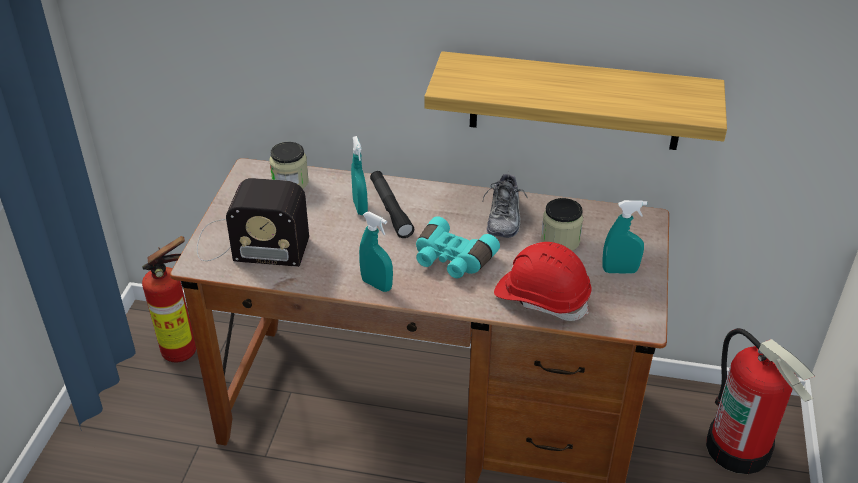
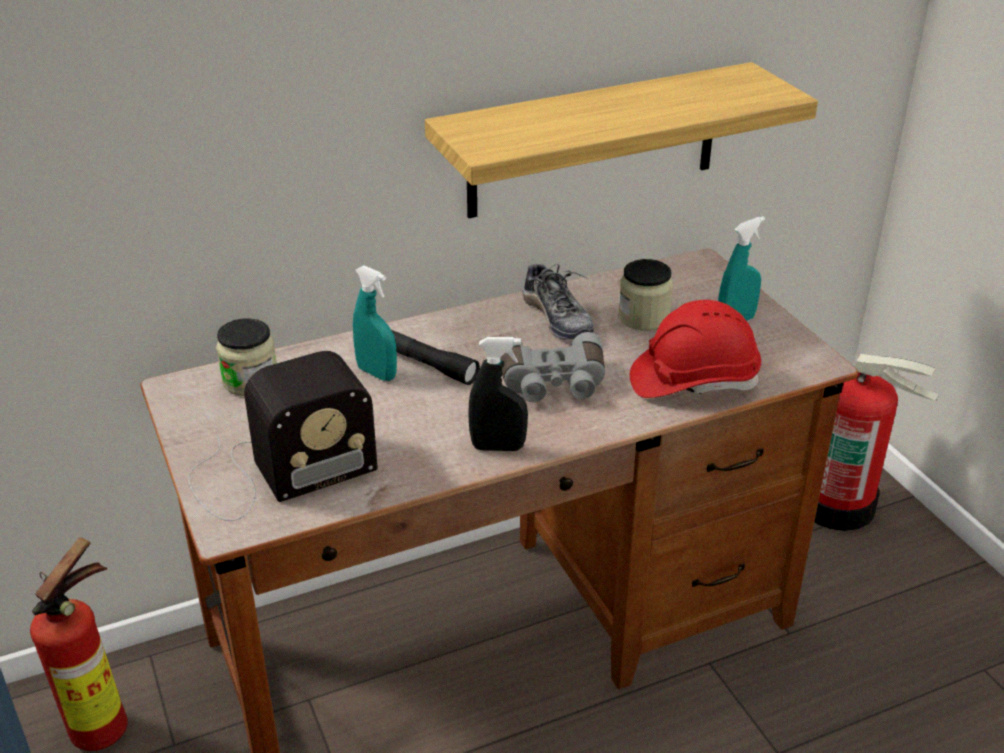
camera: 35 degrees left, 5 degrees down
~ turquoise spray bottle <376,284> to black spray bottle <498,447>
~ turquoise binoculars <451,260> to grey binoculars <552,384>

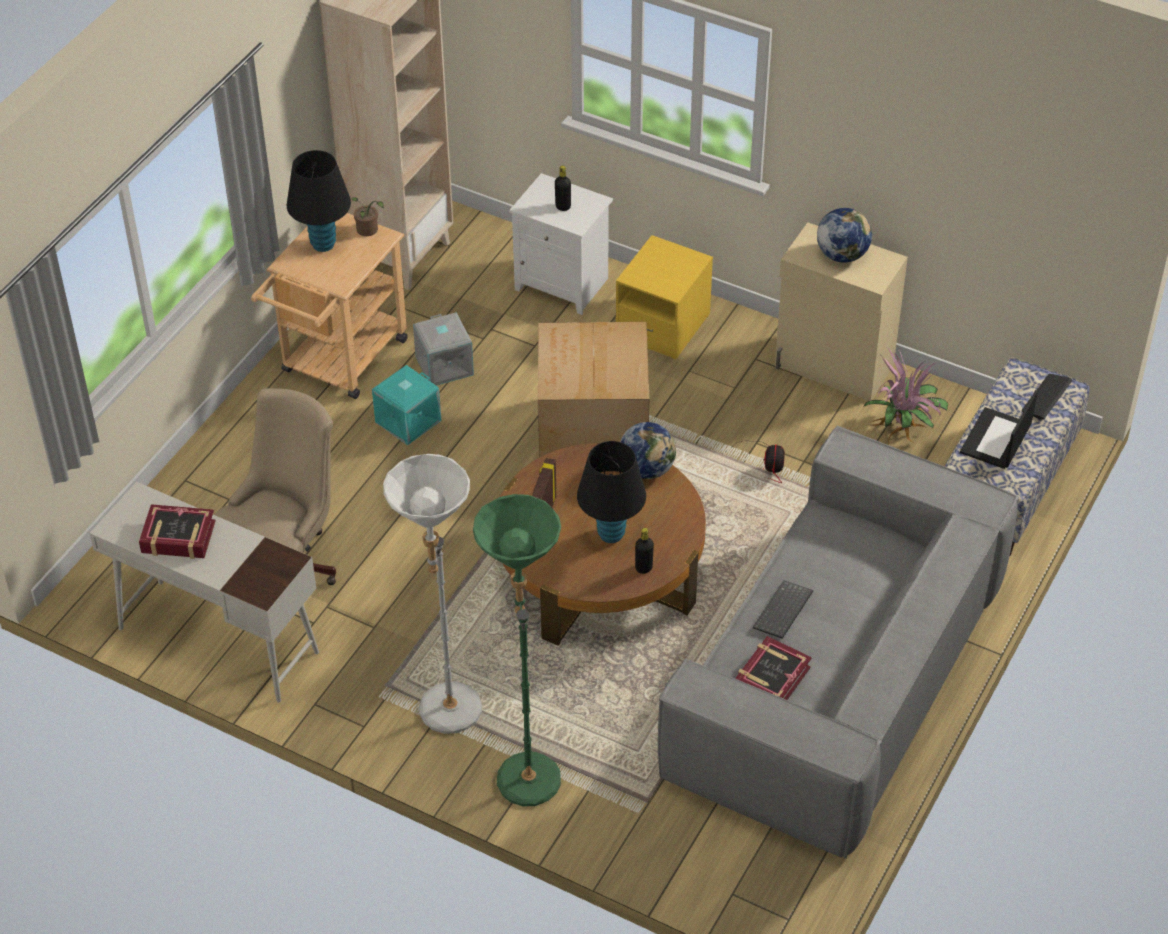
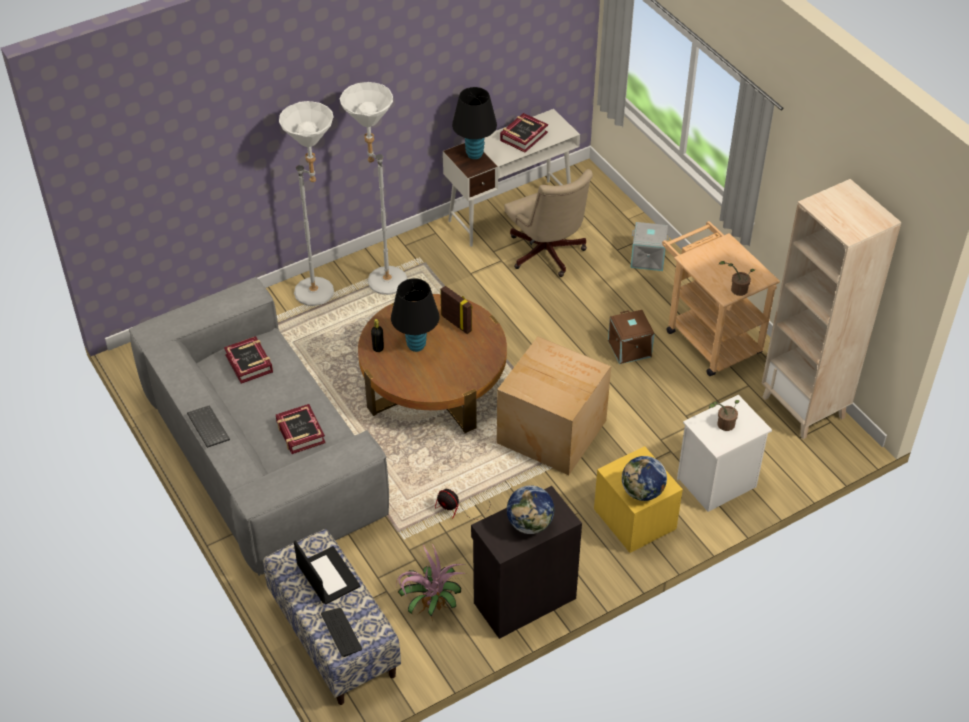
camera: 120 degrees right, 0 degrees up
~ keyboard <783,612> to <207,427>
+ book <300,433>
~ green floor lamp <526,768> to white floor lamp <322,294>
~ black table lamp <323,244> to <474,154>
~ beige cabinet <833,367> to black cabinet <523,600>
~ turquoise storage box <407,420> to brown storage box <630,348>
~ globe <647,469> to <642,492>
~ grey storage box <443,366> to <648,257>
~ black bottle <563,206> to potted plant <723,425>

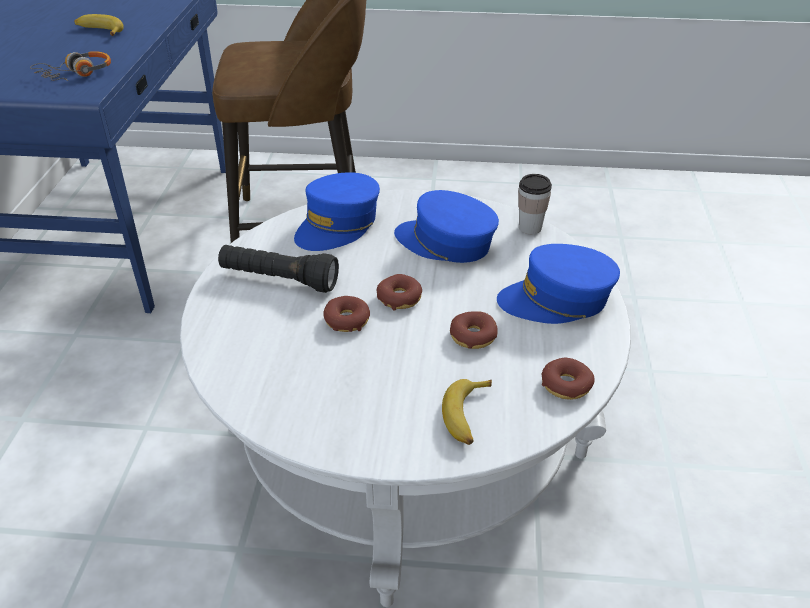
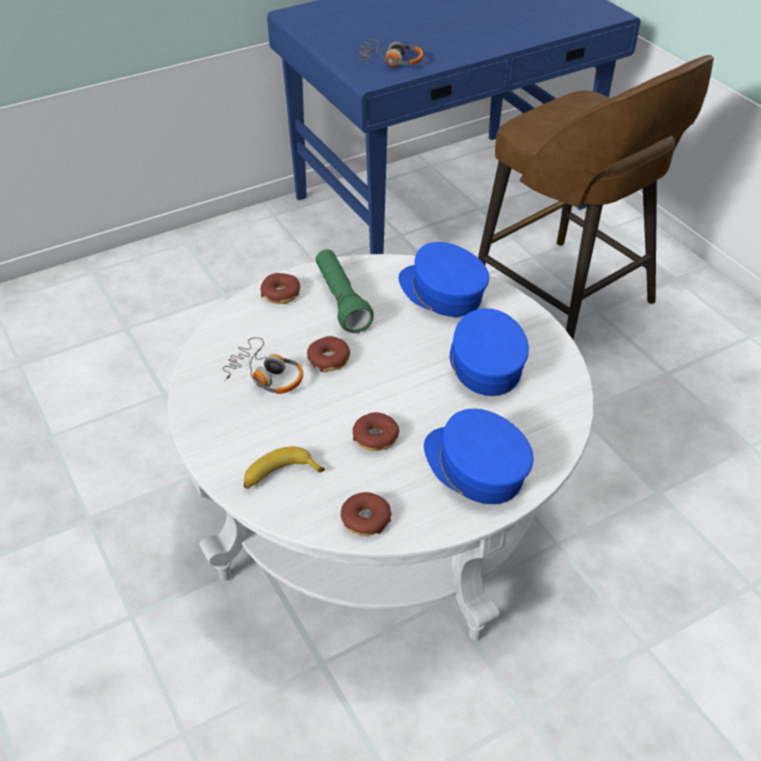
camera: 55 degrees right, 5 degrees up
+ headphones <266,375>
~ donut <399,298> to <281,293>
~ black flashlight <279,280> to green flashlight <341,301>
~ blue cap <338,225> = <441,293> 45 degrees clockwise
- banana <100,31>
- cup <530,227>

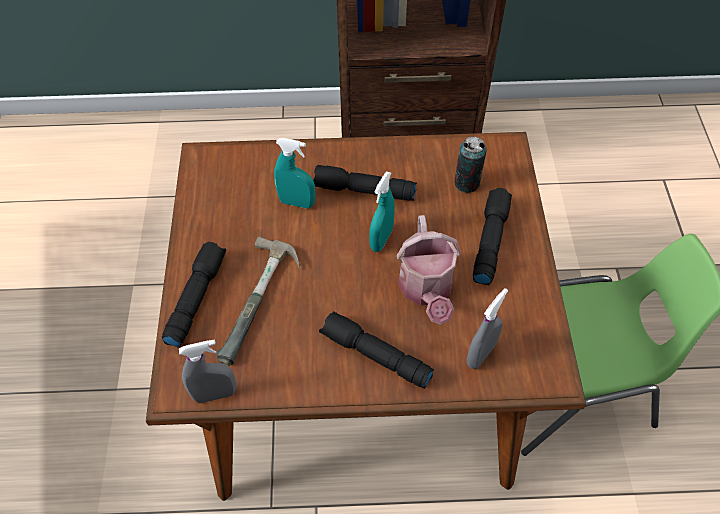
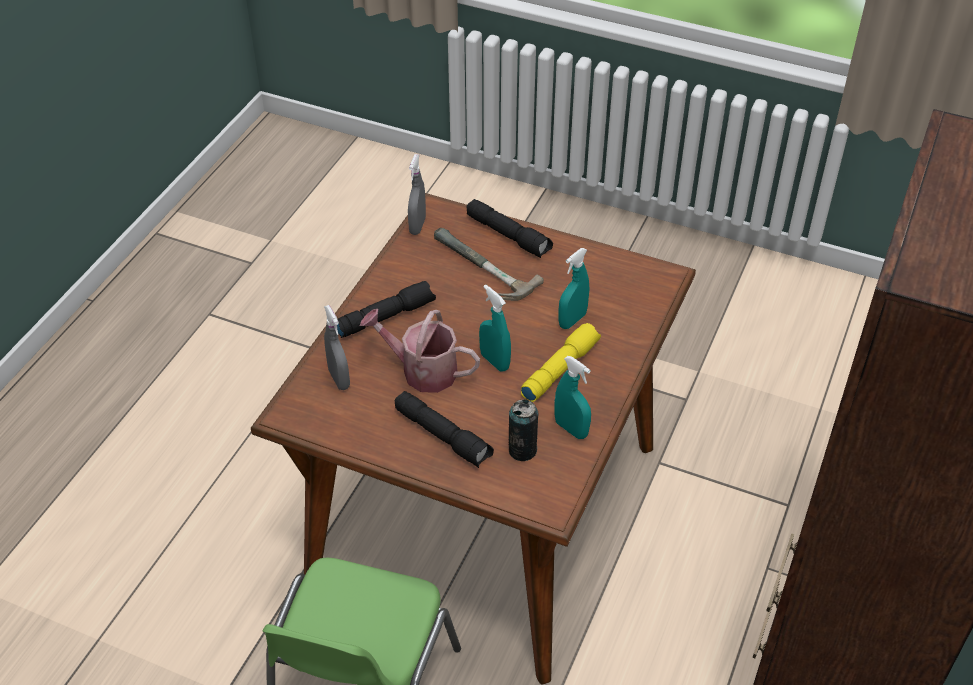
camera: 115 degrees right, 10 degrees down
~ black flashlight <362,191> to yellow flashlight <559,369>
+ turquoise spray bottle <571,429>

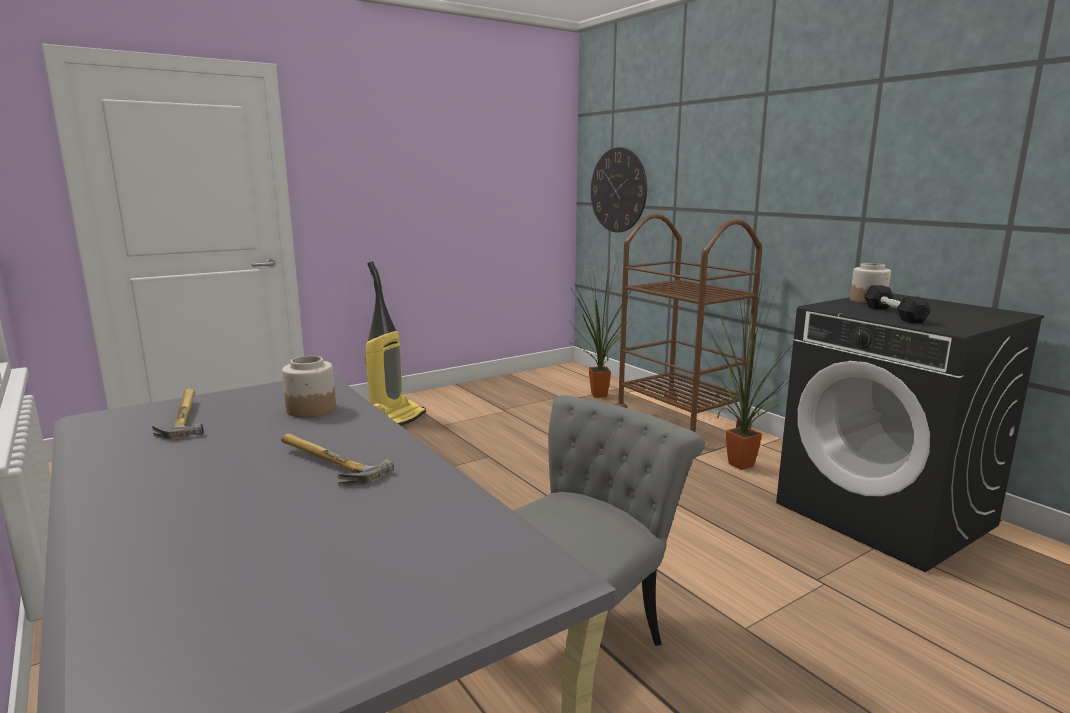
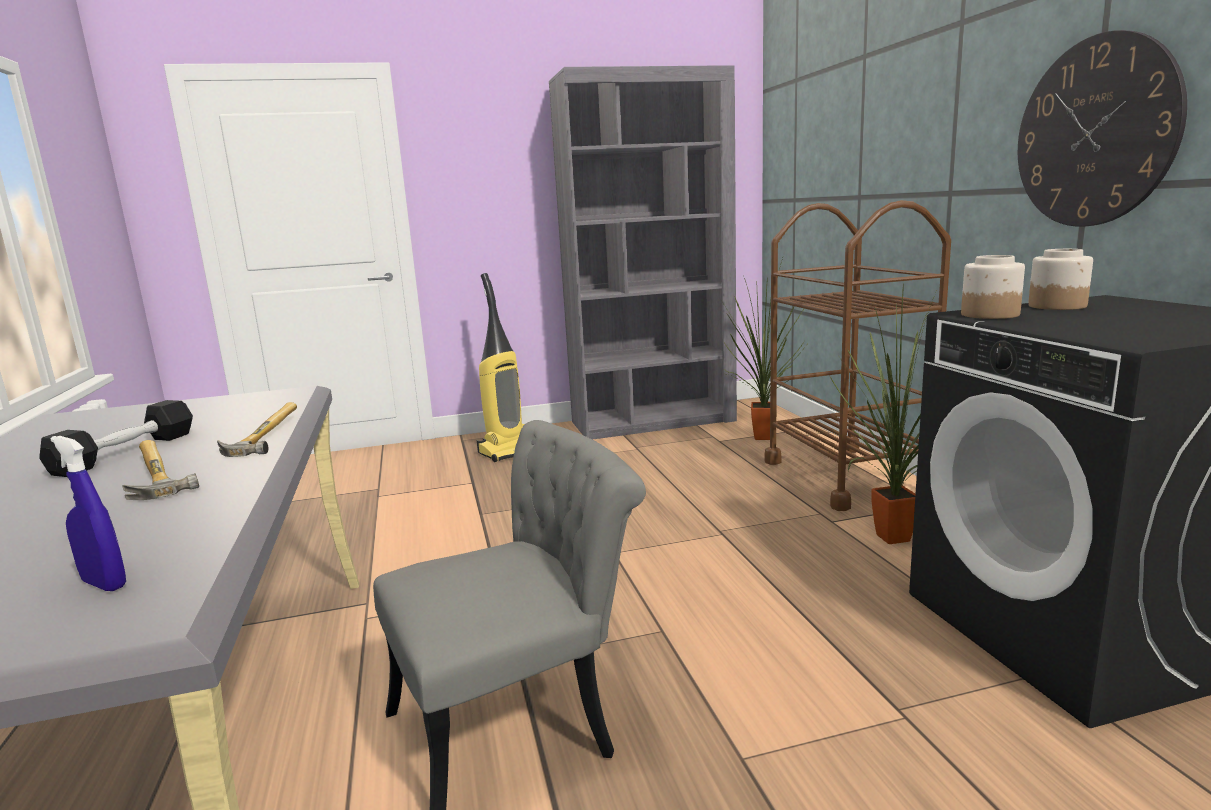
camera: 20 degrees right, 0 degrees up
~ black dumbbell <893,314> to <126,453>
+ blue spray bottle <104,584>
~ hammer <179,420> to <261,436>
+ grey bookcase <653,421>
~ jar <310,409> to <989,315>
~ wall clock <618,190> to <1094,132>

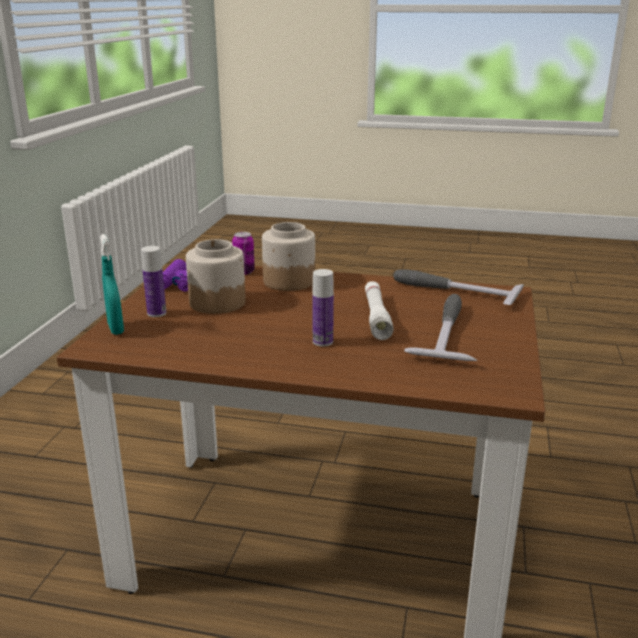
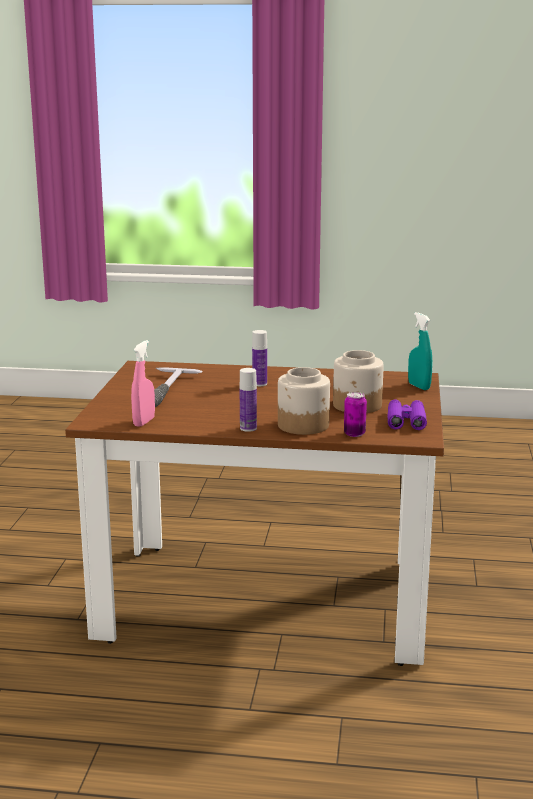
camera: 175 degrees right, 5 degrees down
~ hammer <453,290> to pink spray bottle <144,422>
~ bottle <156,313> to <248,428>
- white flashlight <376,317>

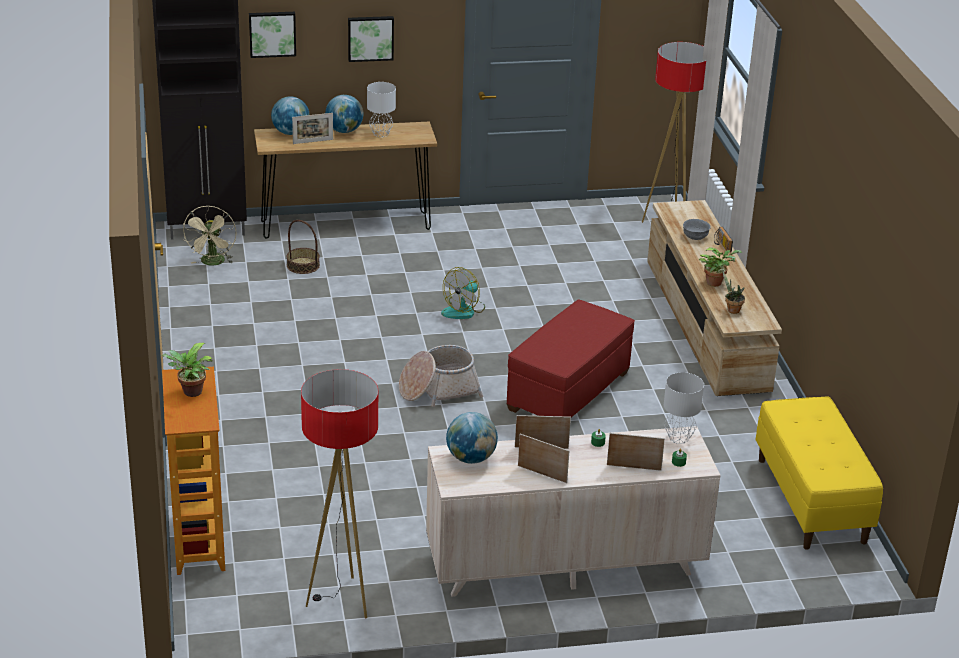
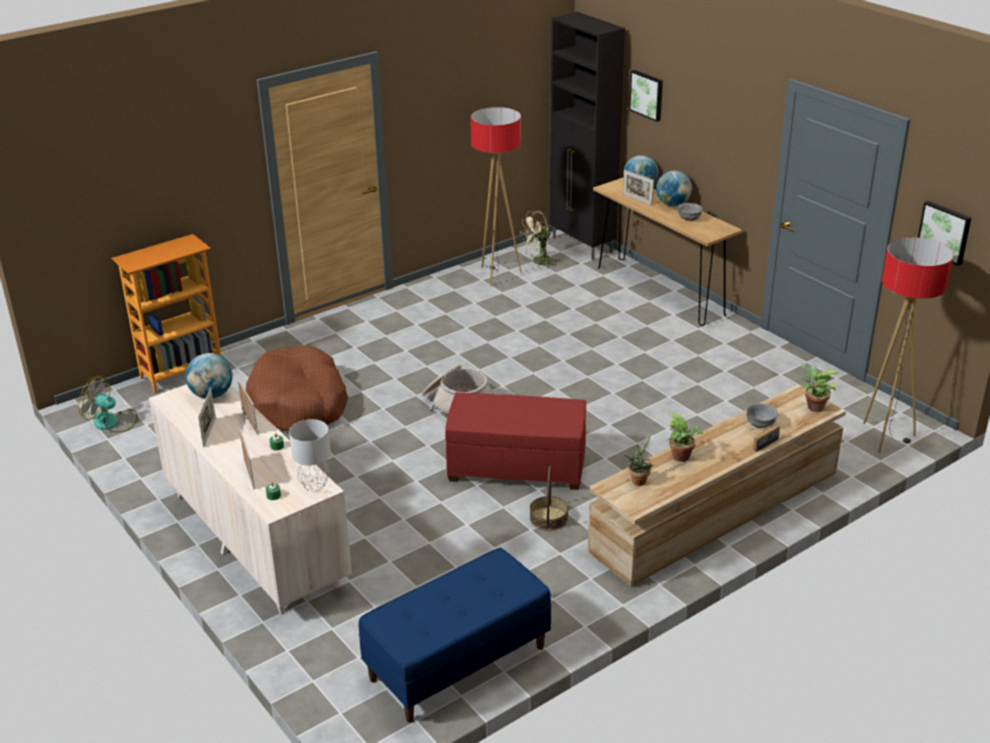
camera: 65 degrees right, 0 degrees up
~ fan <464,310> to <112,422>
+ brown dog bed <299,403>
~ yellow bench <812,500> to blue bench <457,664>
~ floor lamp <341,600> to <498,275>
~ basket <303,265> to <549,518>
~ grey table lamp <380,134> to grey bowl <689,218>
~ potted plant <190,392> to <813,407>
~ picture <370,38> to <944,232>

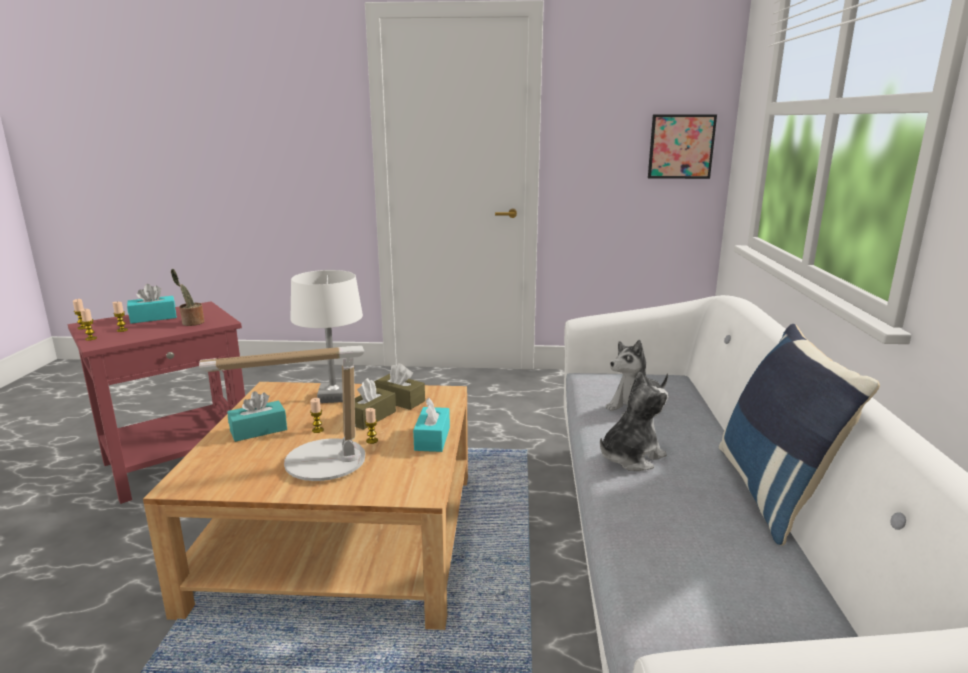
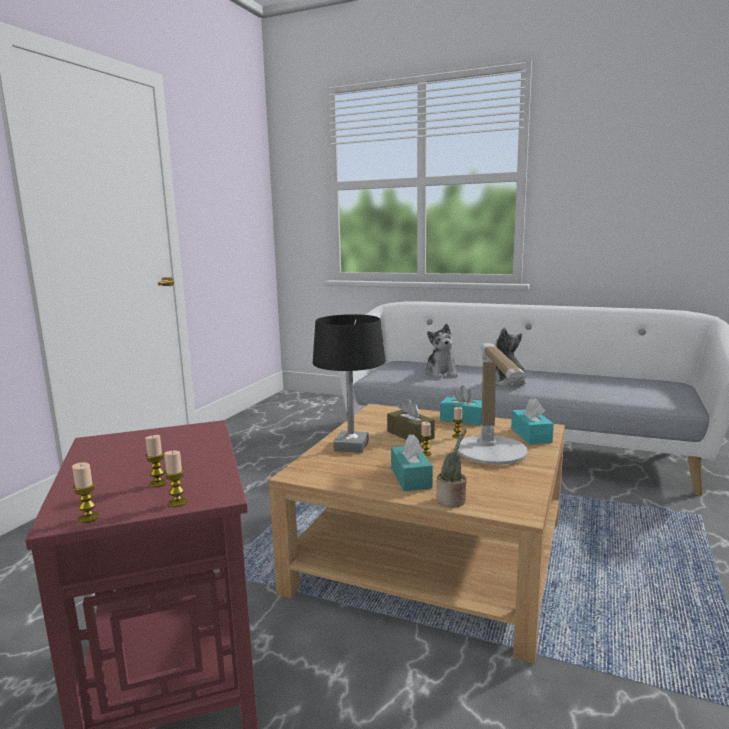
camera: 70 degrees left, 5 degrees down
~ white table lamp <333,397> to black table lamp <352,446>
~ potted plant <191,323> to <452,501>
~ turquoise tissue box <153,318> to <531,435>
- brown tissue box <400,400>
- picture <681,146>
- blue pillow <774,493>

